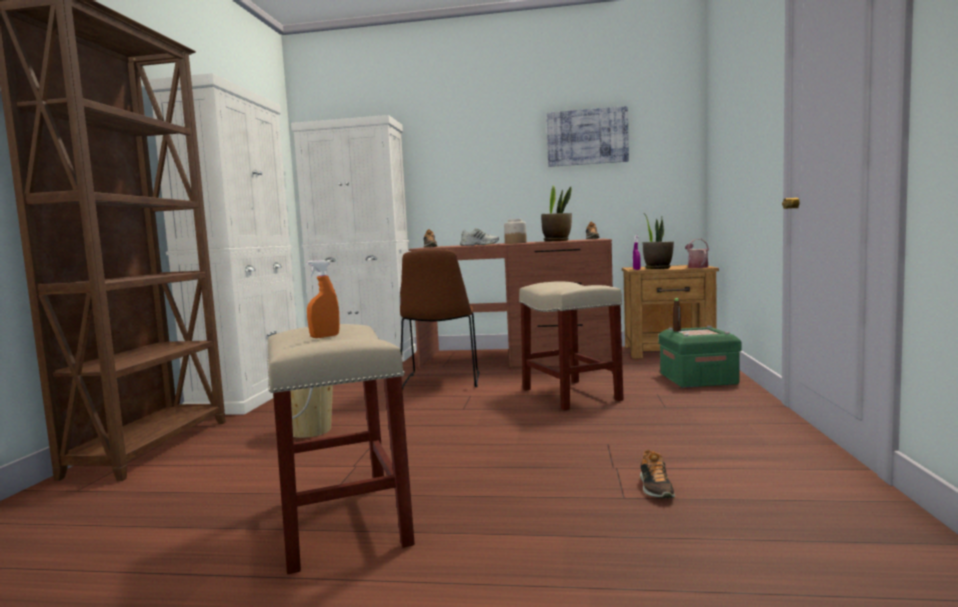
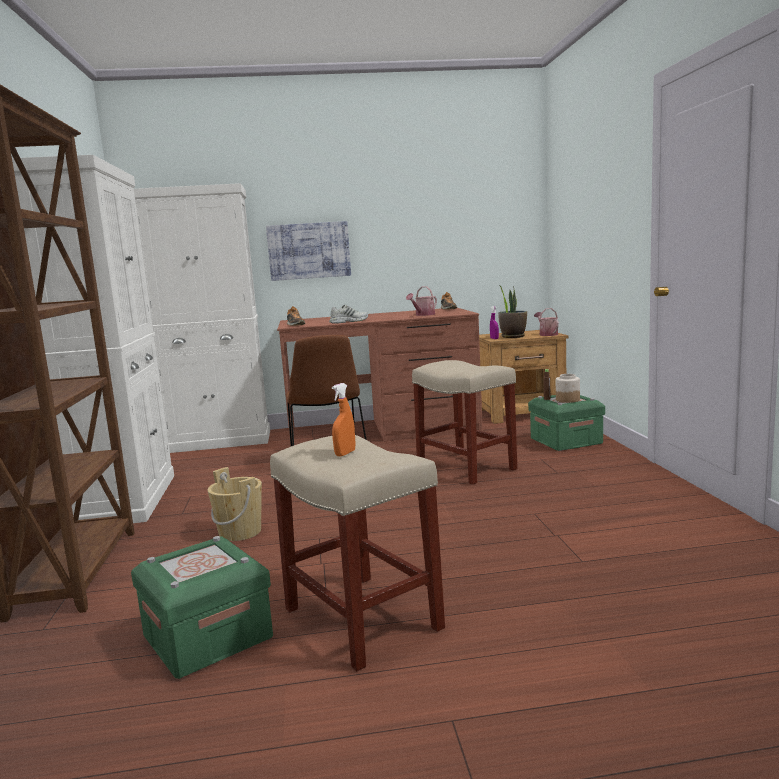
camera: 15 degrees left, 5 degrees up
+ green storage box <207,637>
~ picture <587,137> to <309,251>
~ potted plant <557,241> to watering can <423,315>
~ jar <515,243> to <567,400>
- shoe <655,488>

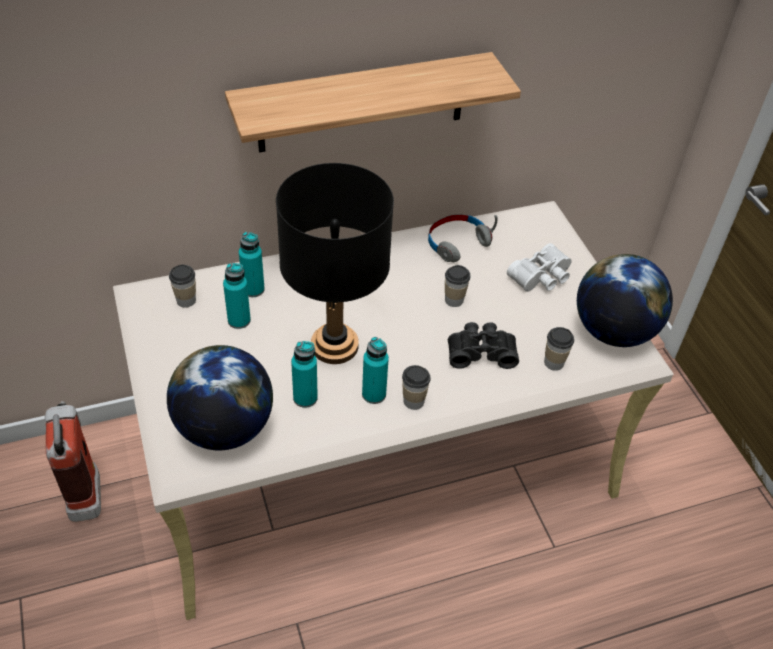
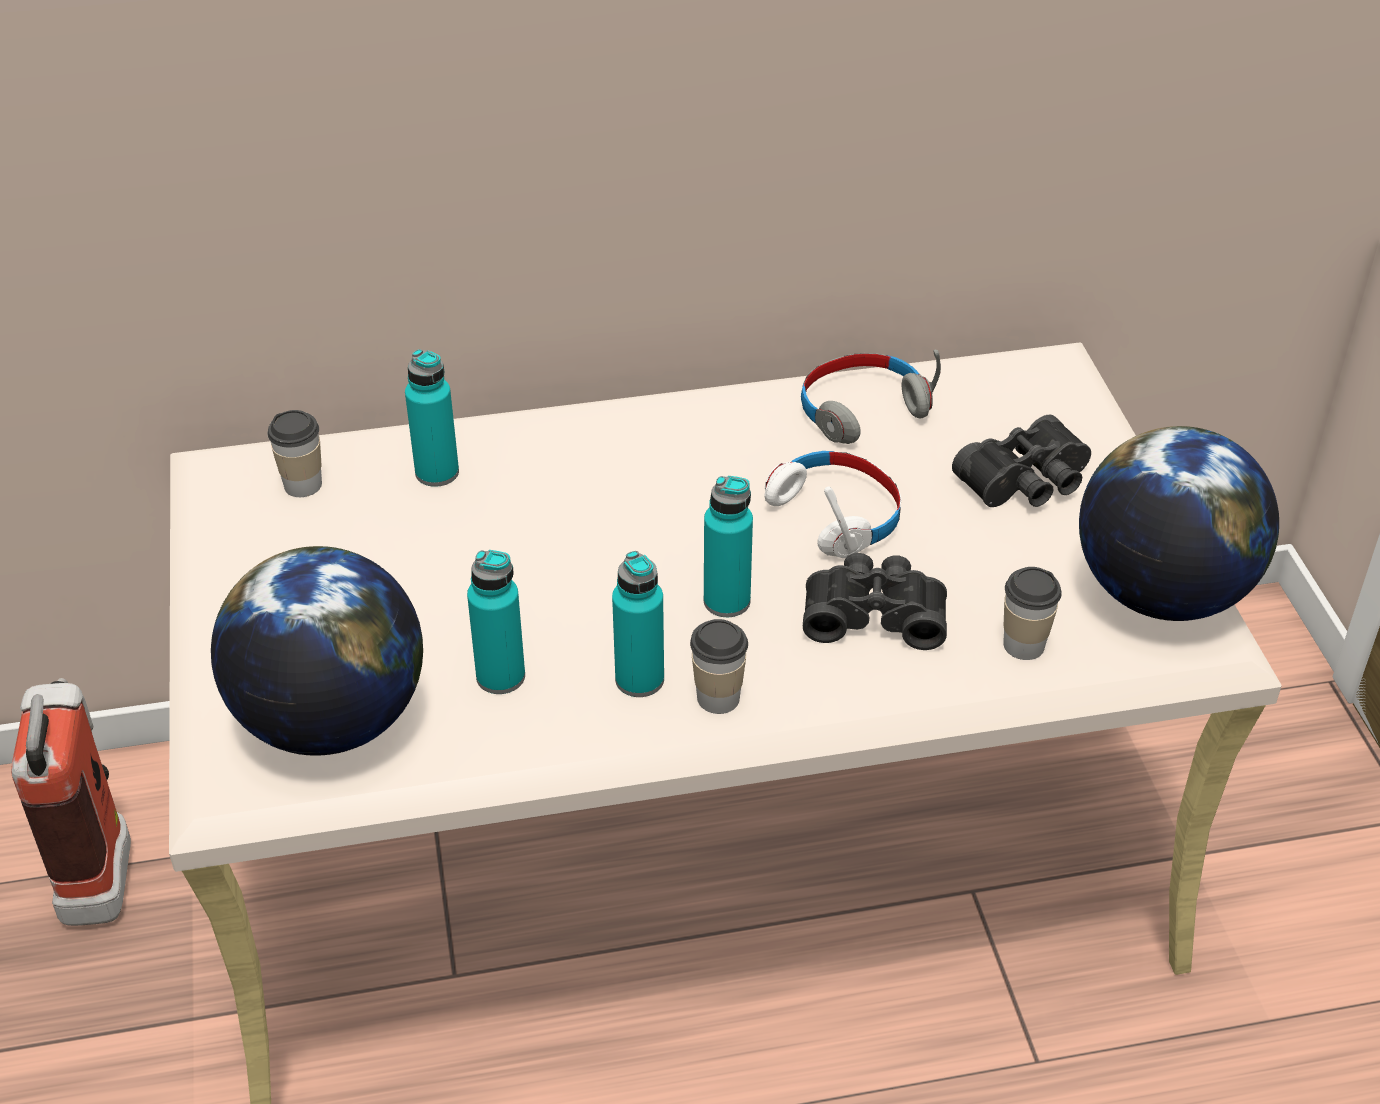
camera: 10 degrees right, 5 degrees down
~ turquoise bottle <239,320> to <727,601>
~ cup <454,300> to white headphones <836,514>
~ white binoculars <542,278> to black binoculars <1027,483>
- shelf <362,103>
- black table lamp <334,345>

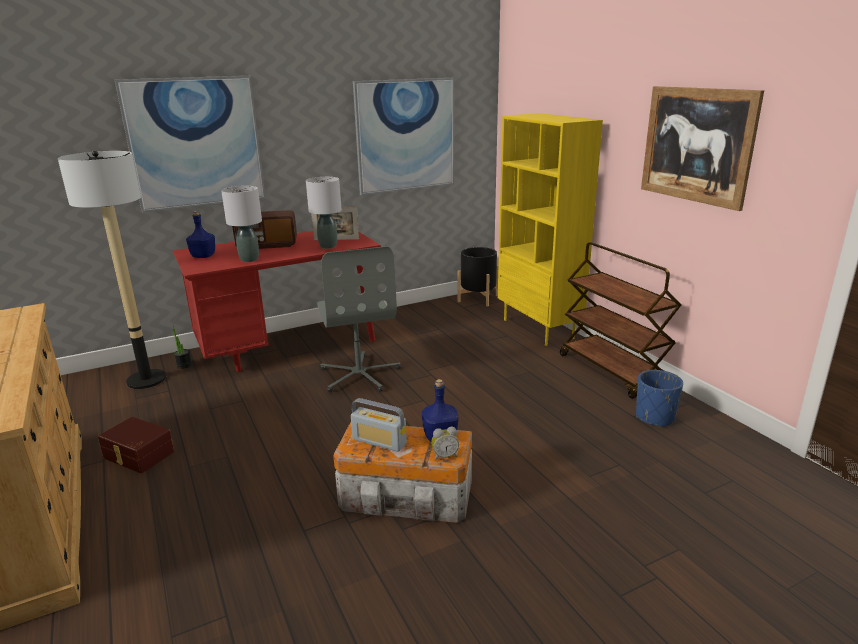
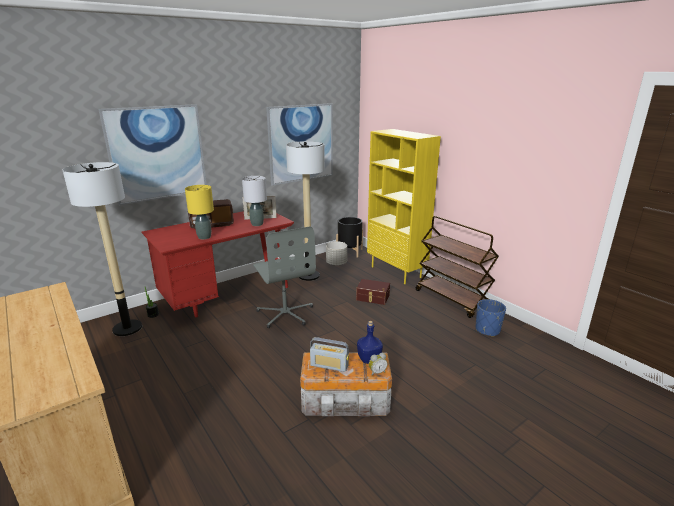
camera: 10 degrees left, 0 degrees up
~ grey table lamp <250,259> to yellow table lamp <204,237>
+ floor lamp <309,275>
+ grey planter <336,263>
~ brown storage box <138,455> to <372,298>
- blue bottle <203,256>
- picture <697,145>

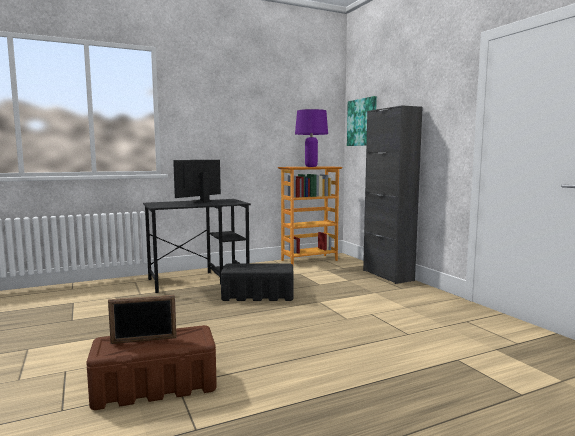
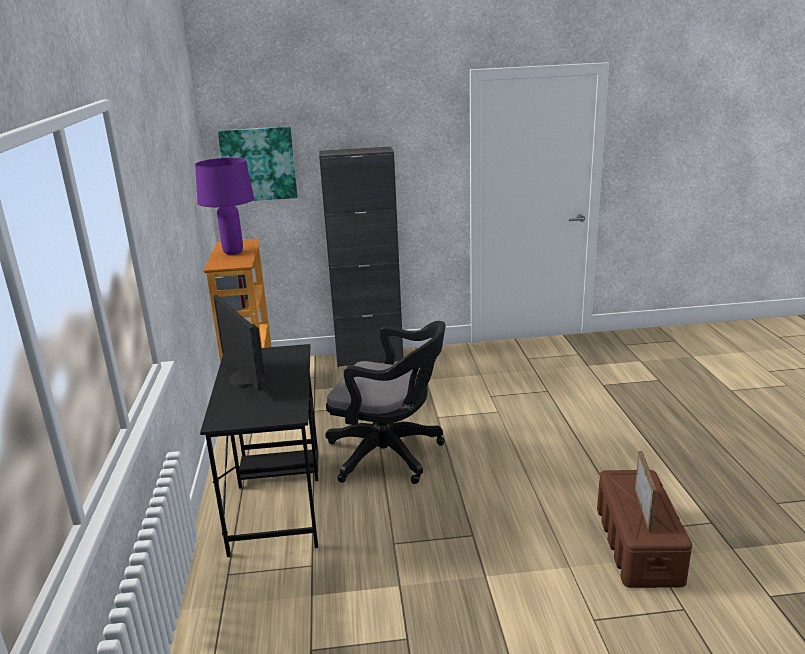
camera: 70 degrees left, 15 degrees up
~ black storage box <257,295> to black office chair <390,455>

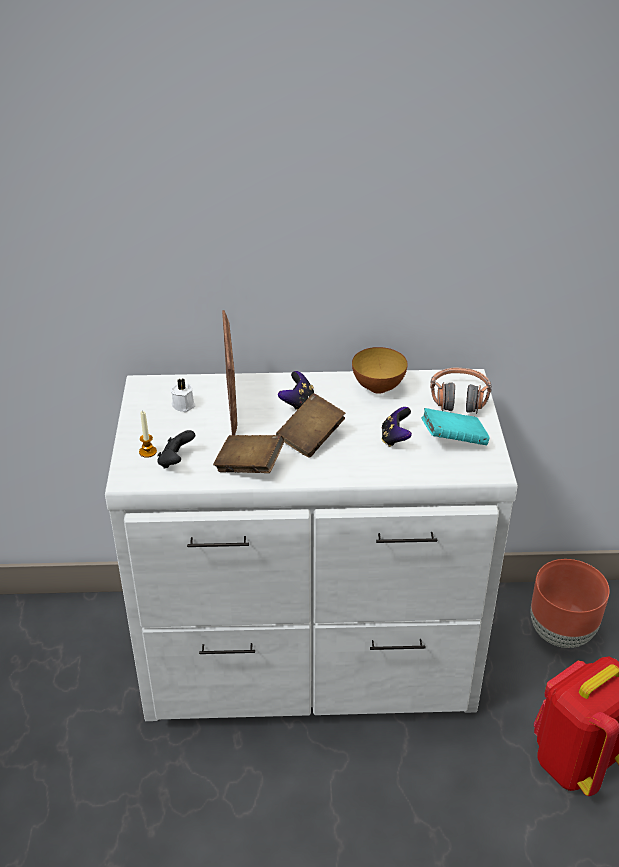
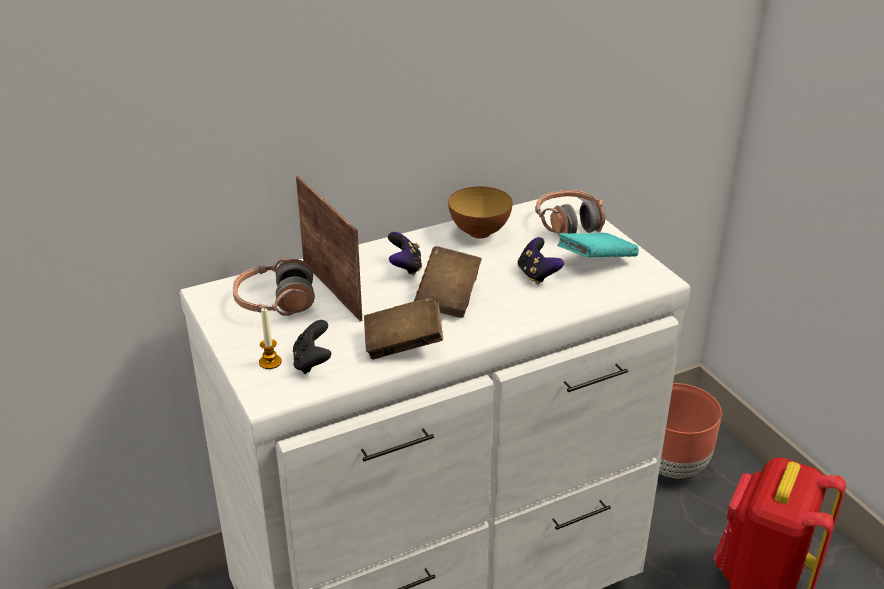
camera: 25 degrees left, 5 degrees down
~ white candle <184,404> to headphones <275,302>

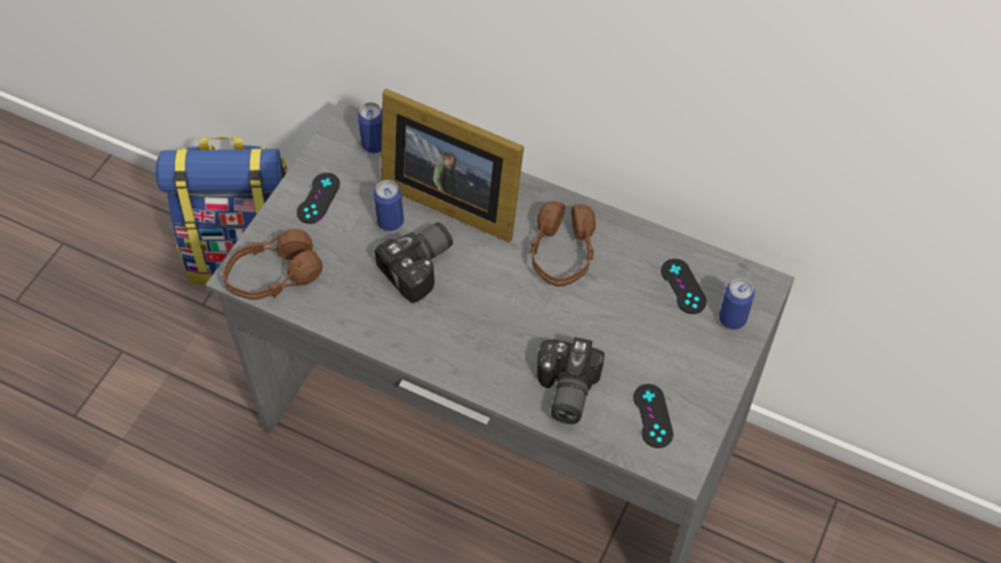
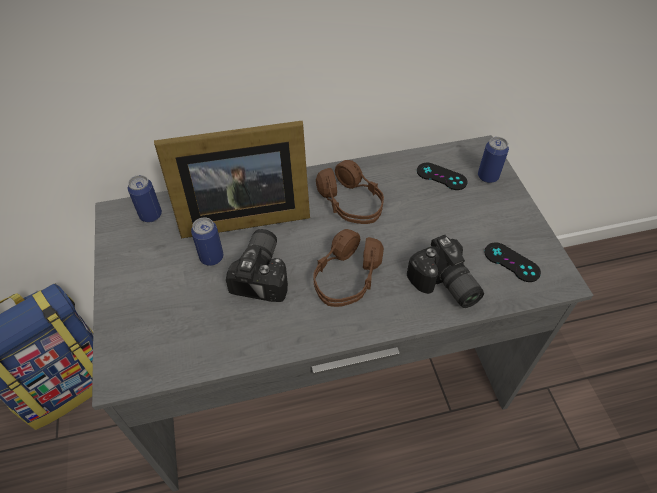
camera: 40 degrees left, 5 degrees down
~ brown headphones <273,276> to <346,278>
- black game controller <318,198>

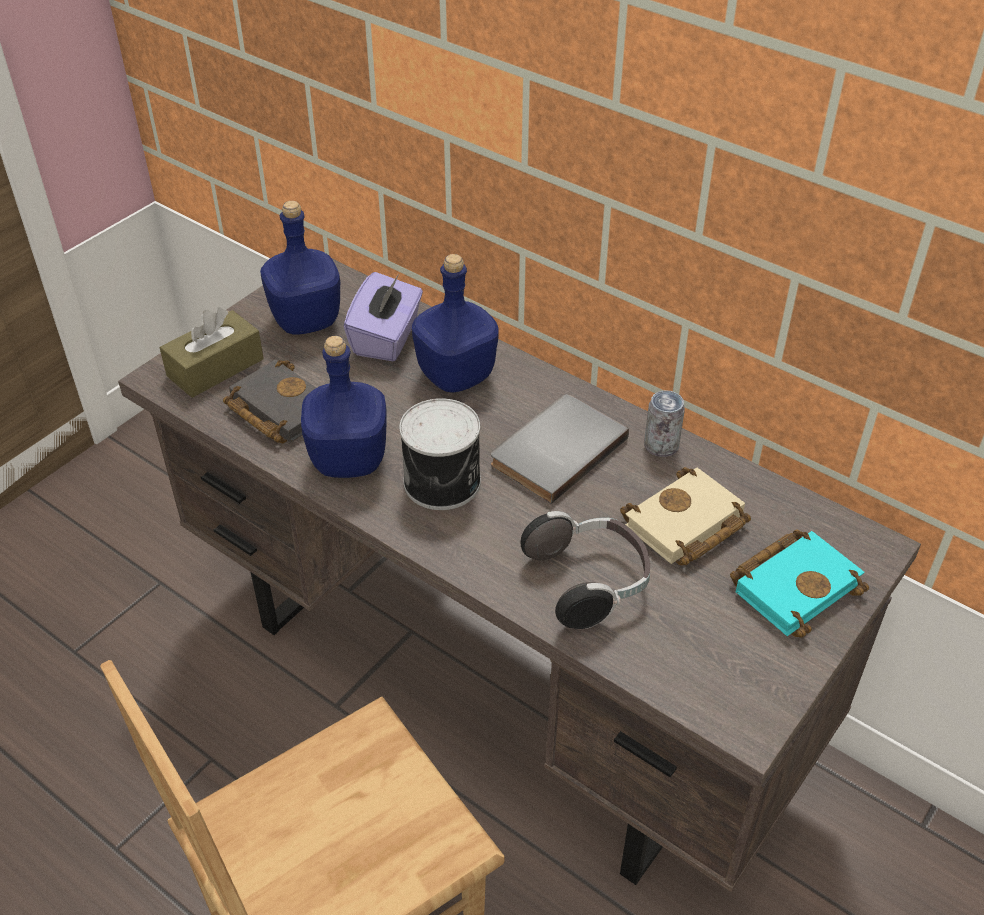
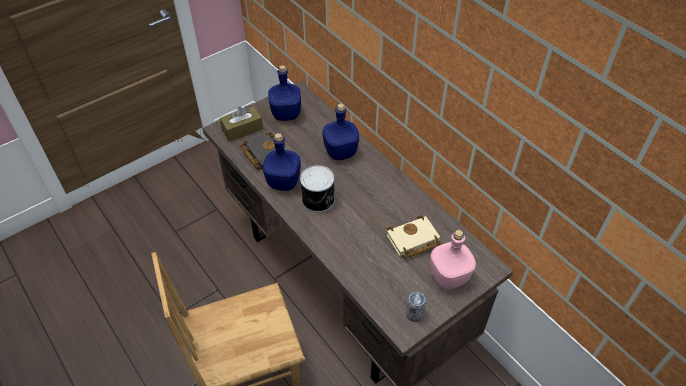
camera: 15 degrees right, 5 degrees up
~ can <661,446> to <414,314>
~ turquoise book <795,584> to pink bottle <449,277>
- purple tissue box <387,338>
- grey book <555,449>
- headphones <589,582>

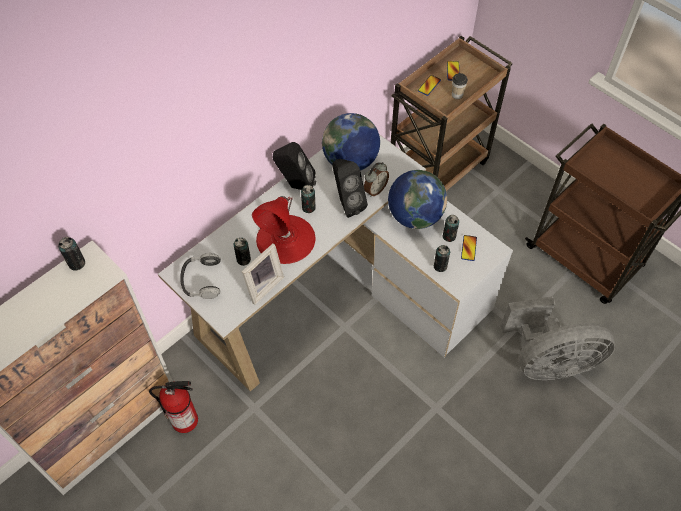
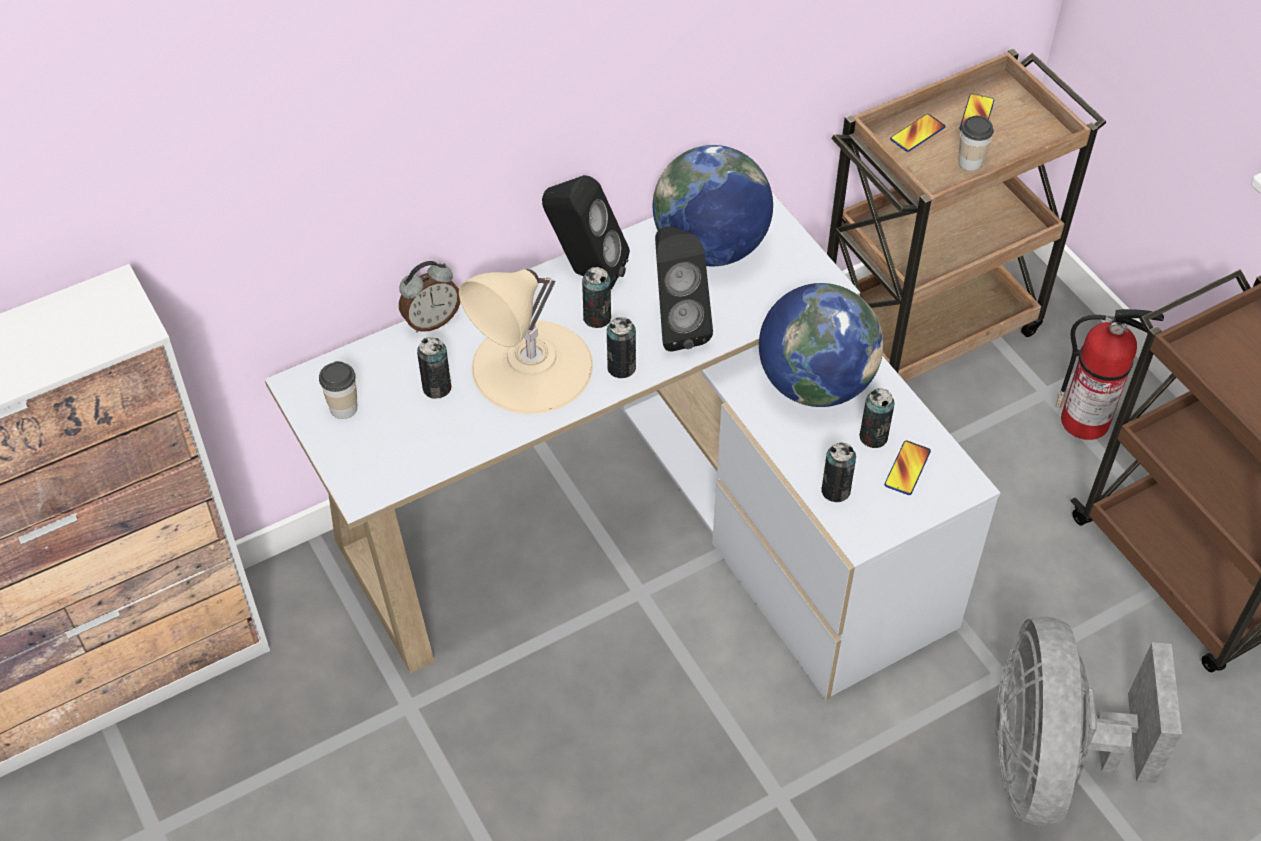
camera: 15 degrees right, 5 degrees down
~ headphones <201,280> to cup <343,408>
~ alarm clock <375,190> to <431,321>
~ red table lamp <286,239> to beige table lamp <532,366>
~ can <76,263> to <621,367>
~ grey fan <548,362> = <1049,762> 90 degrees clockwise
~ fire extinguisher <186,420> to <1087,420>
- picture frame <262,285>

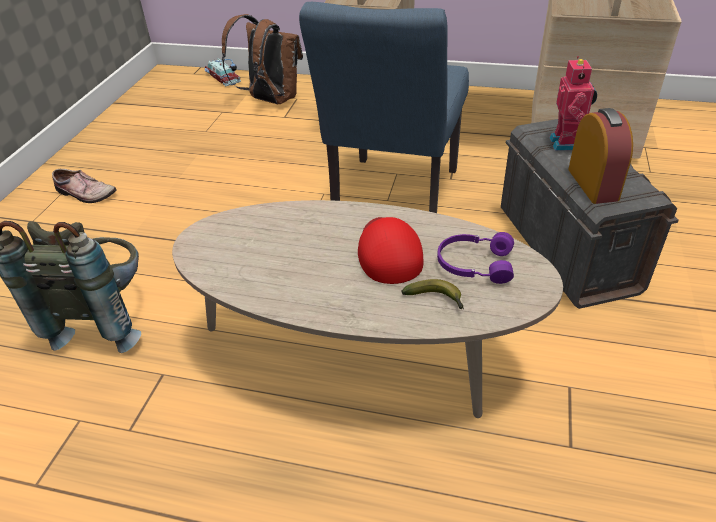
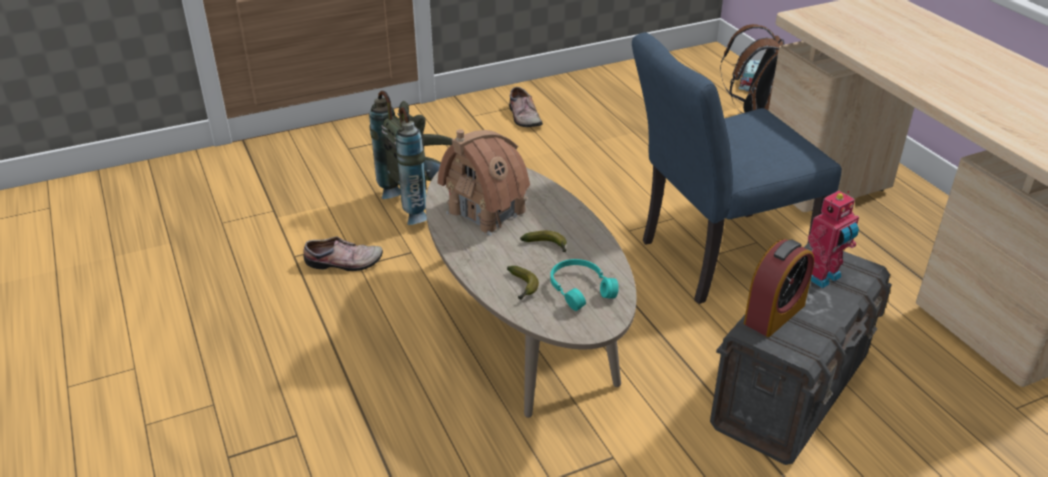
camera: 50 degrees right, 5 degrees down
+ shoe <344,263>
+ toy house <487,211>
~ red cap <388,252> to banana <547,246>
~ purple headphones <474,264> to turquoise headphones <580,289>

